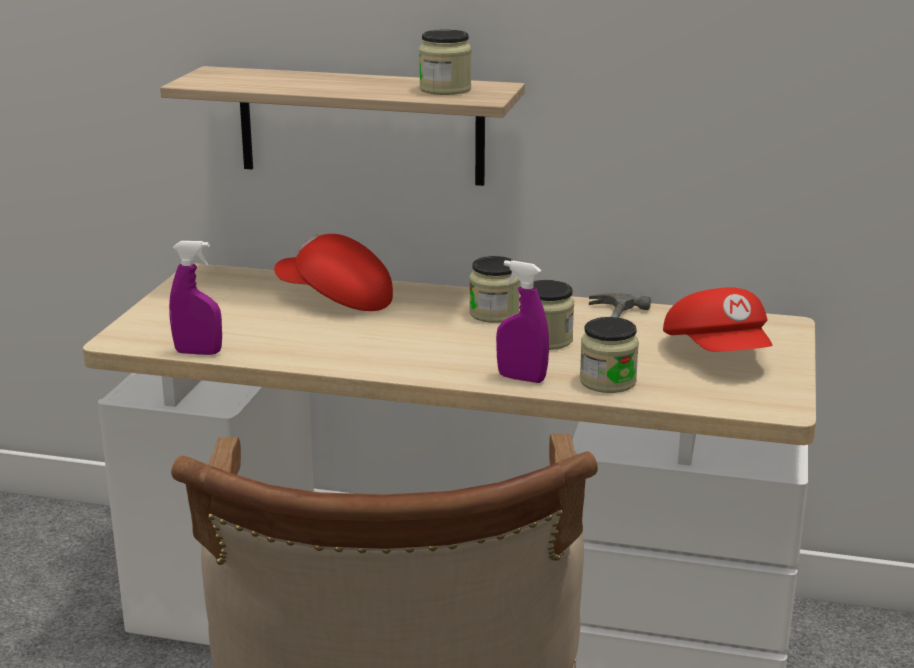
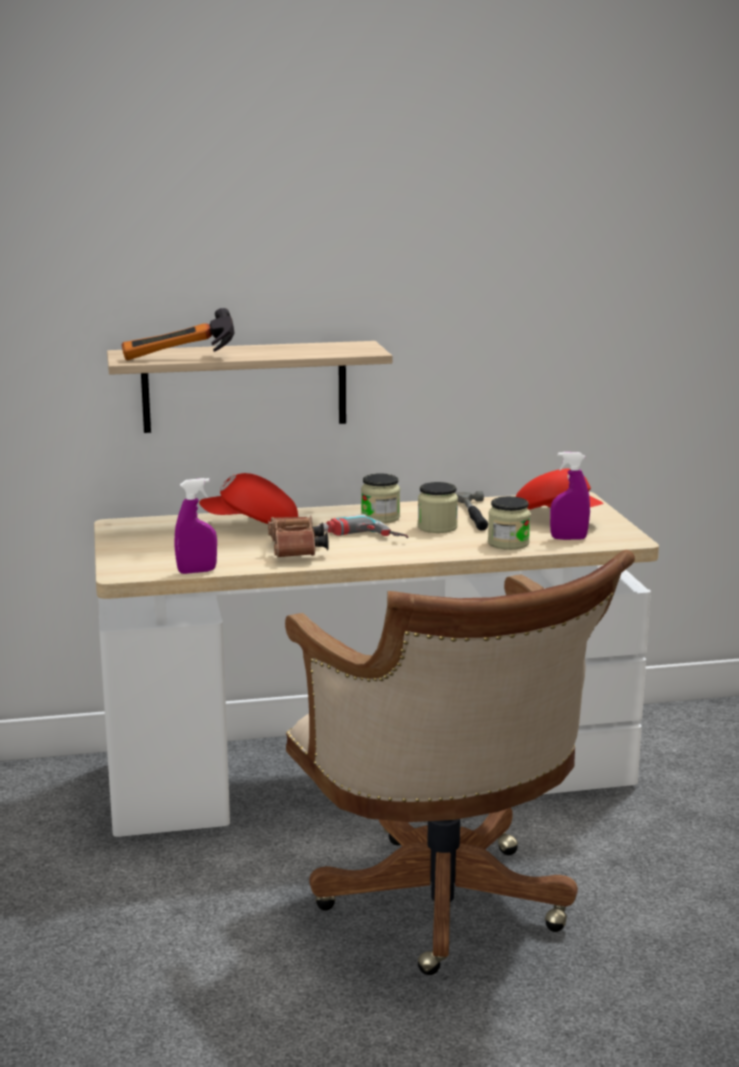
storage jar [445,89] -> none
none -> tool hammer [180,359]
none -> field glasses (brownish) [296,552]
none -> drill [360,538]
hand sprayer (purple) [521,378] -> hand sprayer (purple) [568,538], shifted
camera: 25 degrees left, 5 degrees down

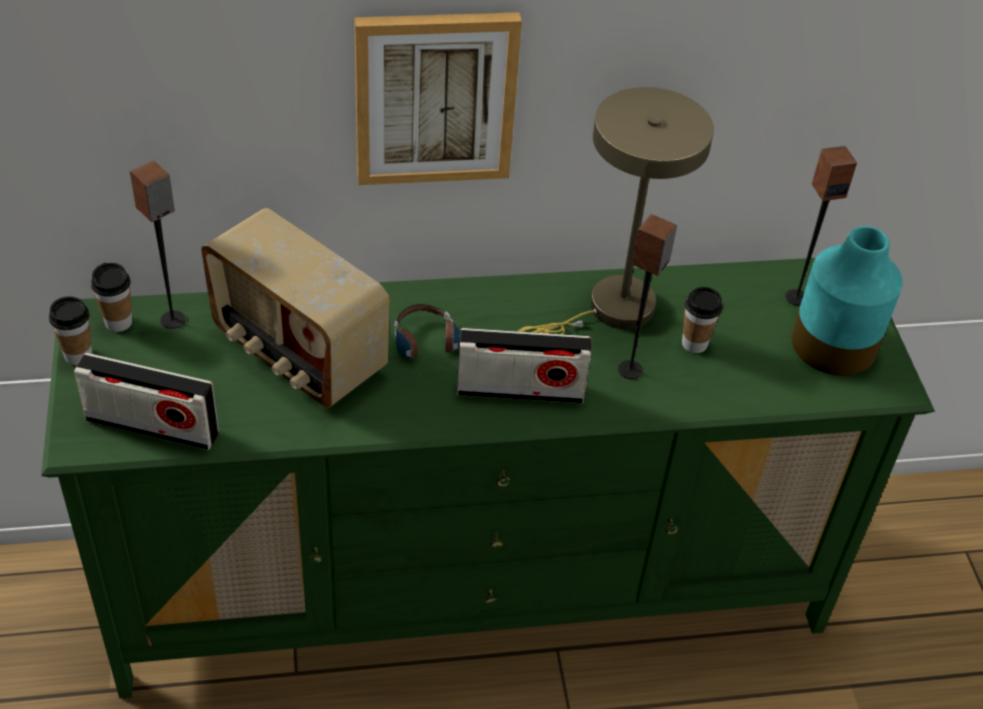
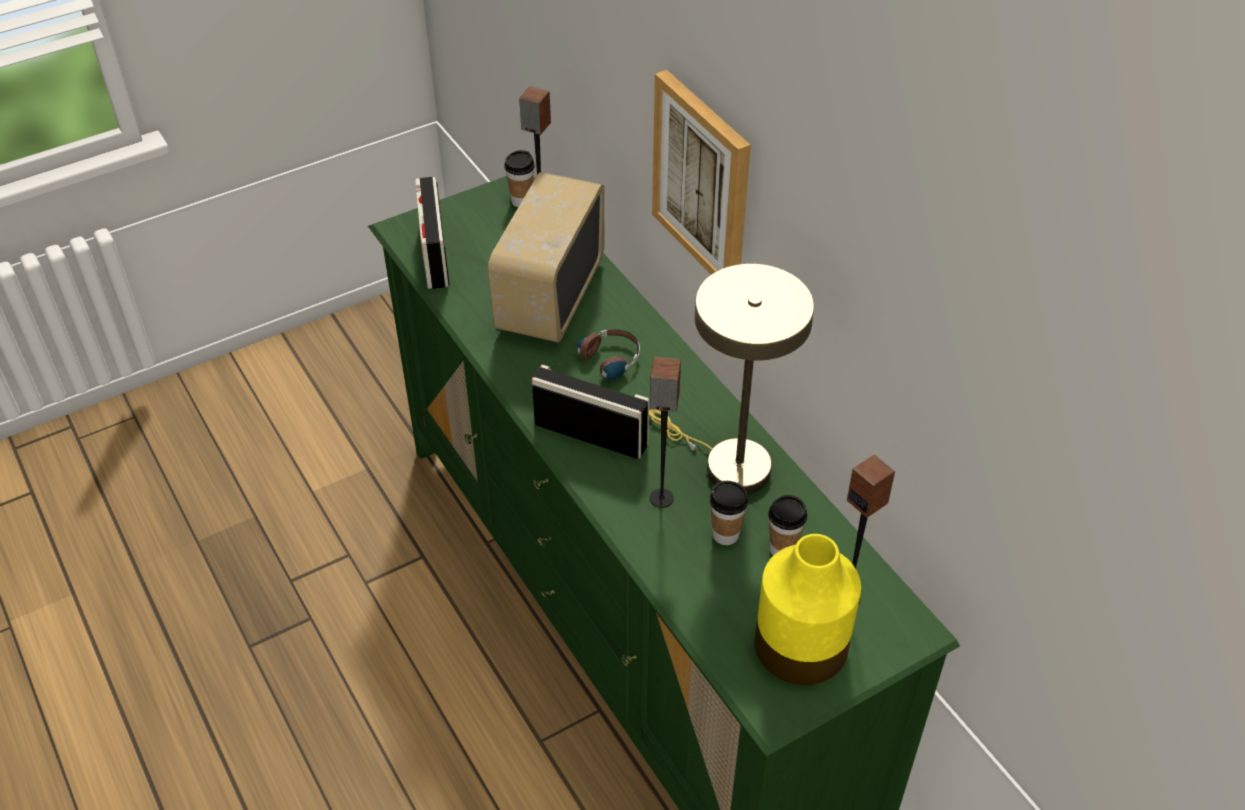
drinking cup [78,355] -> drinking cup [783,549], shifted
vase (turquoise-coloured) [833,343] -> vase (yellow-coloured) [802,643]
radio [520,390] -> radio [590,434], 135 degrees clockwise
camera: 70 degrees right, 0 degrees up

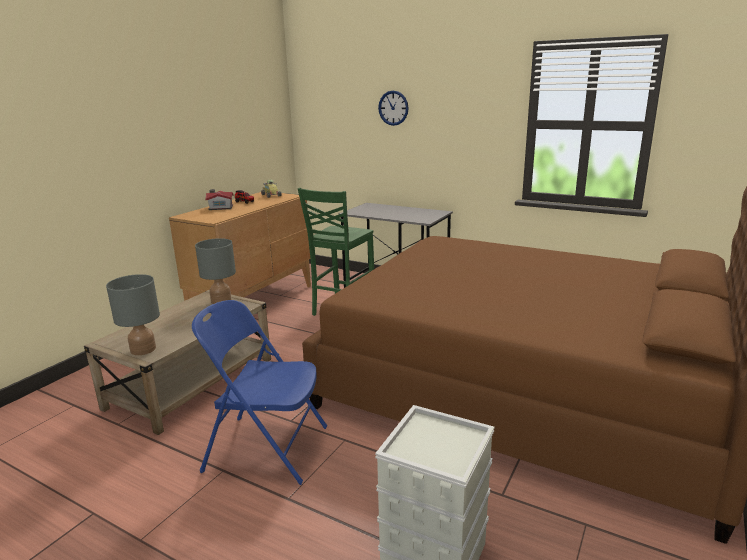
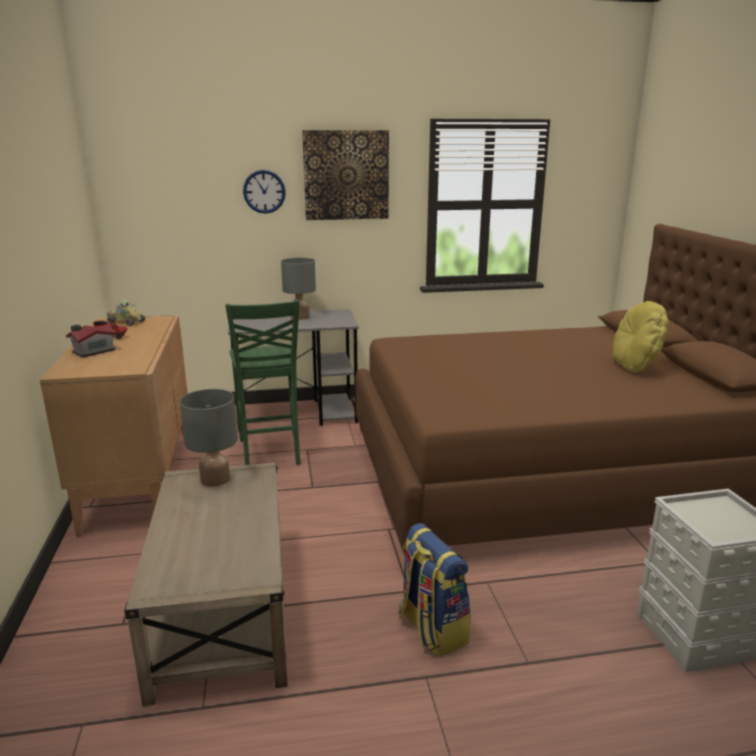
none -> wall art [346,175]
none -> cushion (yellow-coloured) [634,367]
lamp for a table (gray) [143,349] -> lamp for a table (gray) [300,317], shifted
chair (bluish) [267,448] -> rucksack [431,629]
camera: 40 degrees left, 0 degrees up

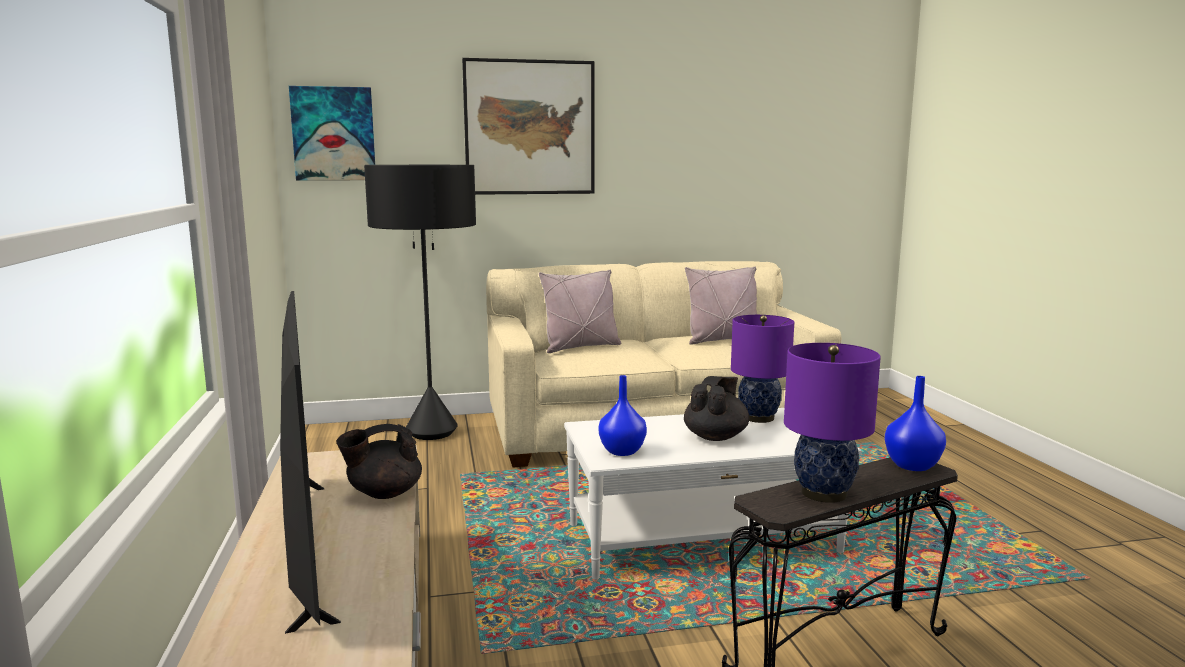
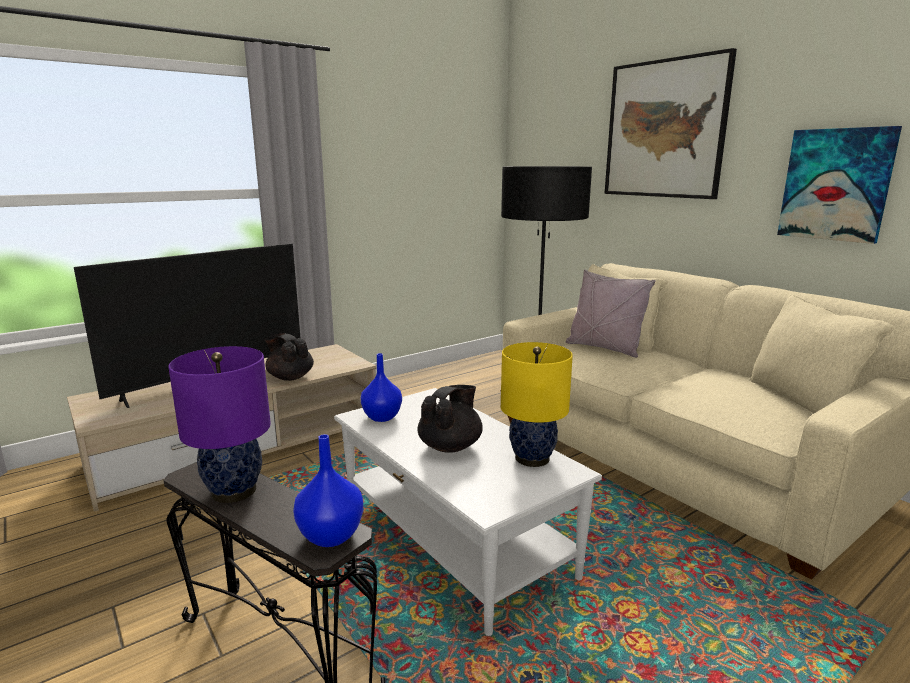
cushion (purple) [723,340] -> none
wall art [333,134] -> wall art [836,184], shifted
lamp for a table (purple) [758,417] -> lamp for a table (yellow-coloured) [532,458]
teapot (blackish) [716,437] -> teapot (blackish) [450,446], 60 degrees counterclockwise
camera: 65 degrees right, 5 degrees up

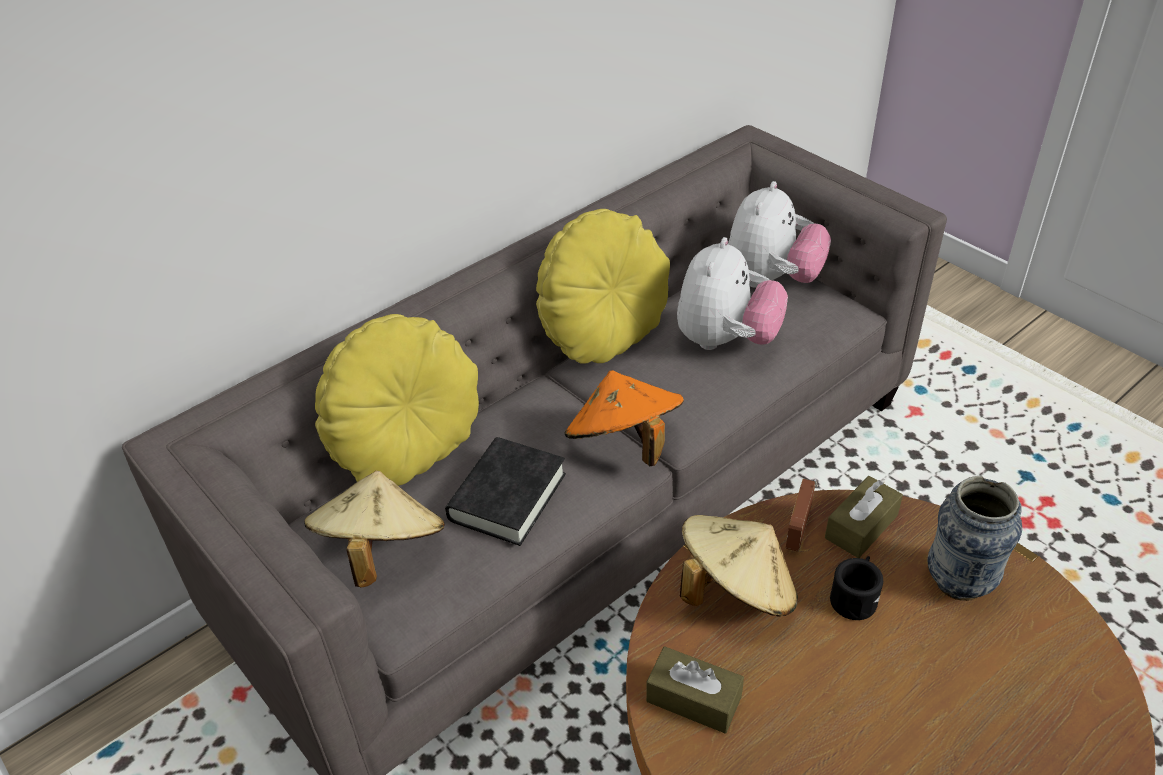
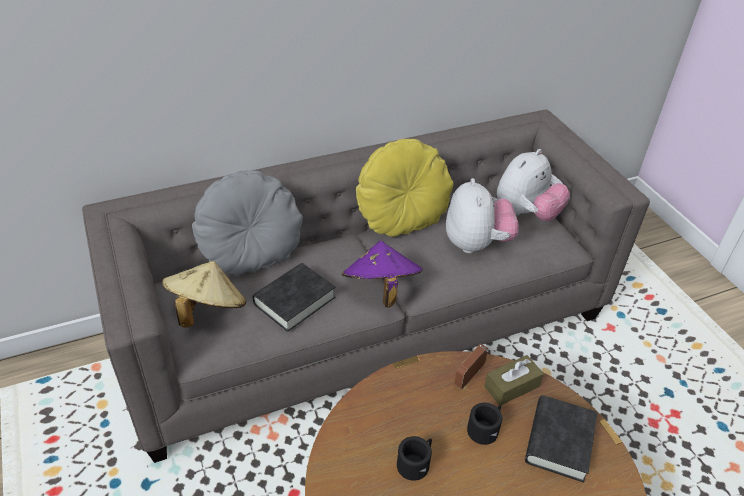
box of tissues (brownish) [693,699] -> none
wearable hat (beige-coloured) [735,590] -> none
none -> mug (blackish) [415,463]
vase [959,582] -> bound book (blackish) [559,441]
cushion (yellow-coloured) [410,453] -> cushion (gray) [252,258]
wearable hat (orange) [624,444] -> wearable hat (purple) [380,290]
plush toy [726,340] -> plush toy [476,244], 45 degrees counterclockwise
camera: 15 degrees right, 0 degrees up

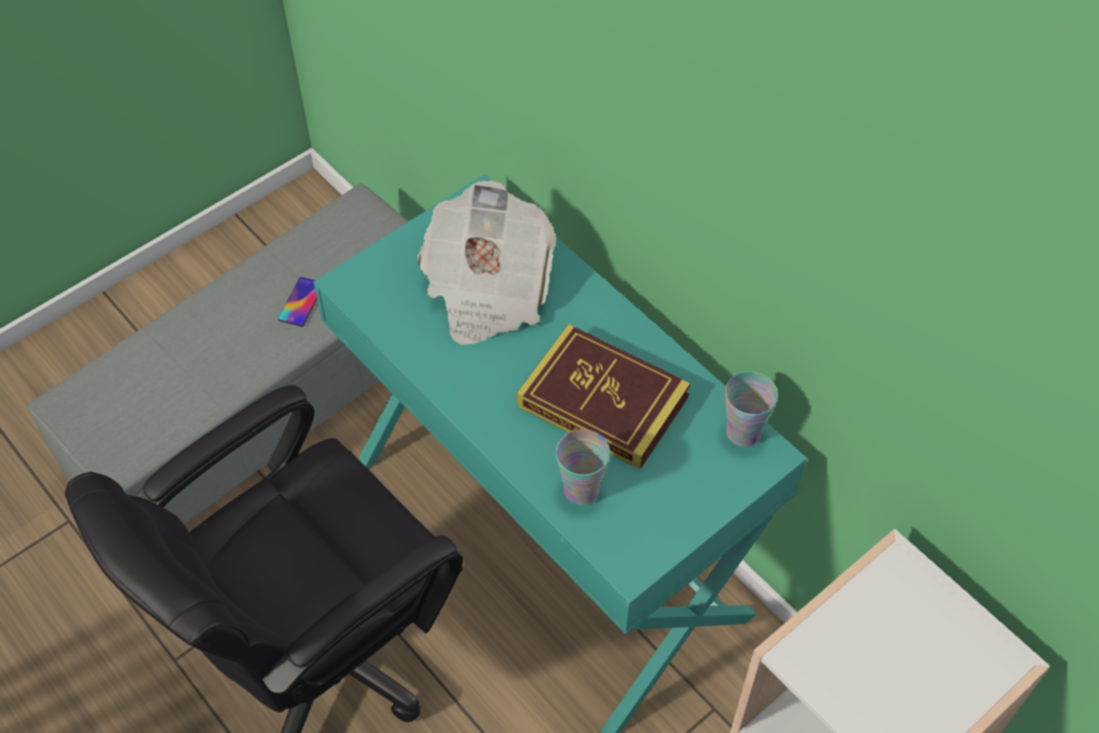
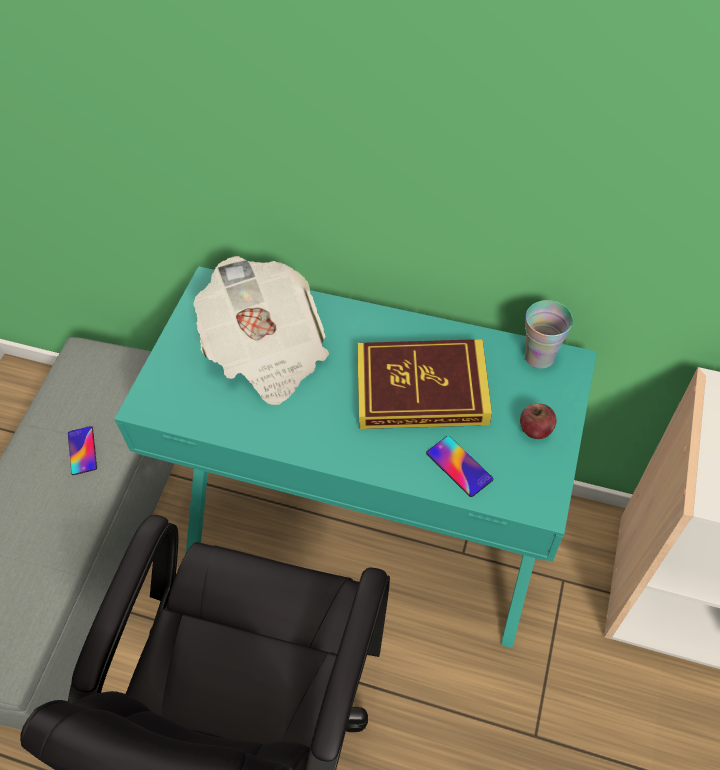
none -> whole apple [535,429]
drinking cup [581,490] -> phone [459,466]
camera: 30 degrees left, 0 degrees up

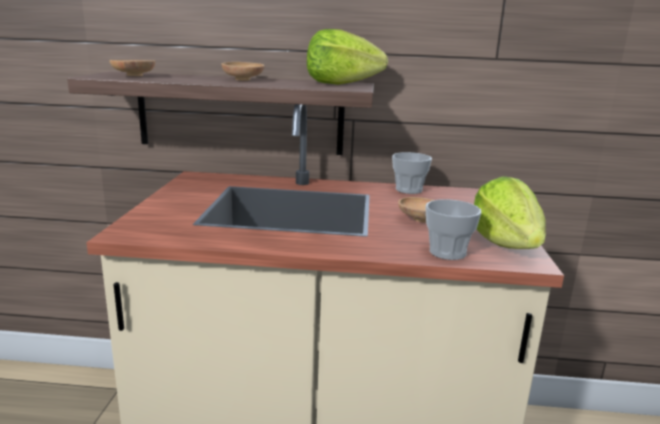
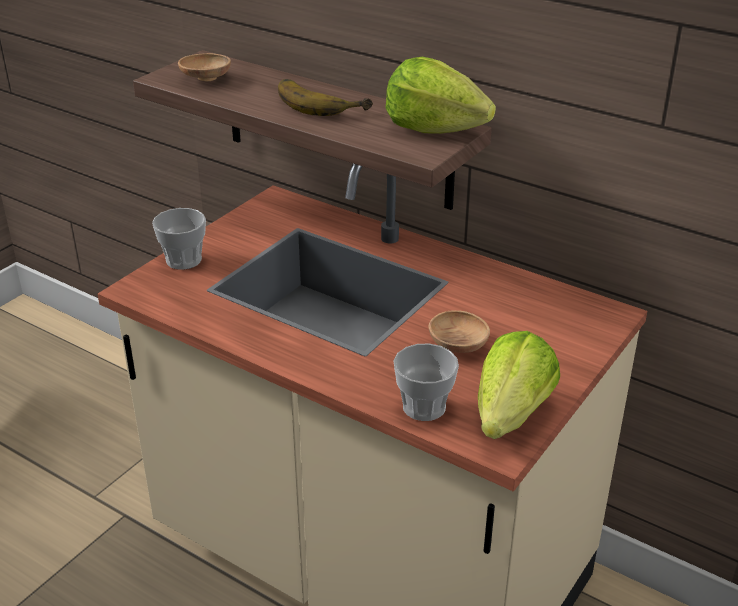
drinking cup [409,190] -> drinking cup [183,260], shifted
bowl (brownish) [243,80] -> whole banana [321,102]
camera: 30 degrees right, 15 degrees up

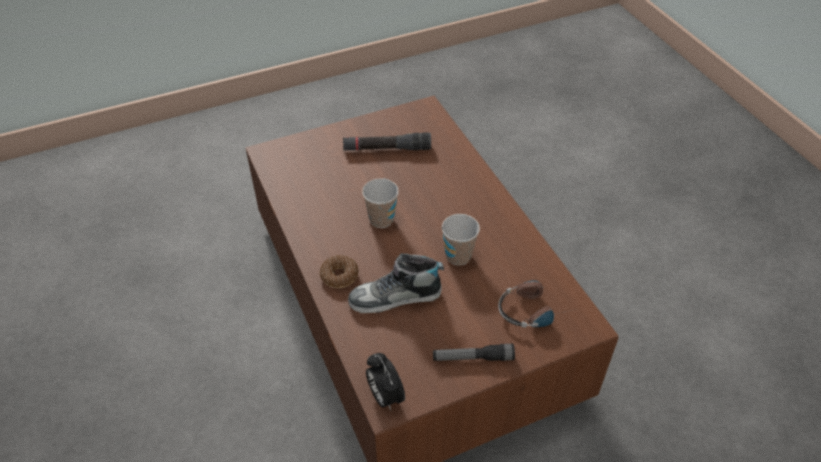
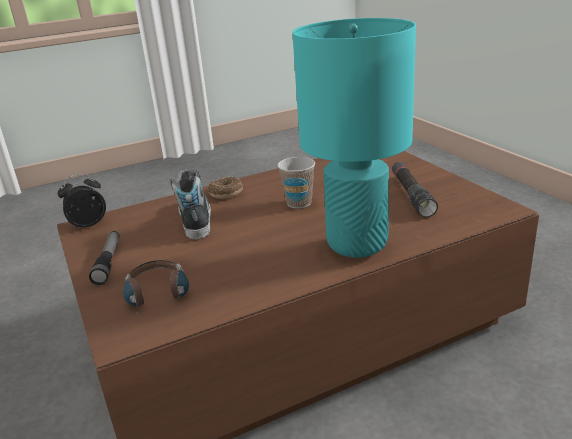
drinking cup [458,256] -> none
none -> lamp for a table (turquoise-coloured) [358,248]
camera: 90 degrees right, 20 degrees down

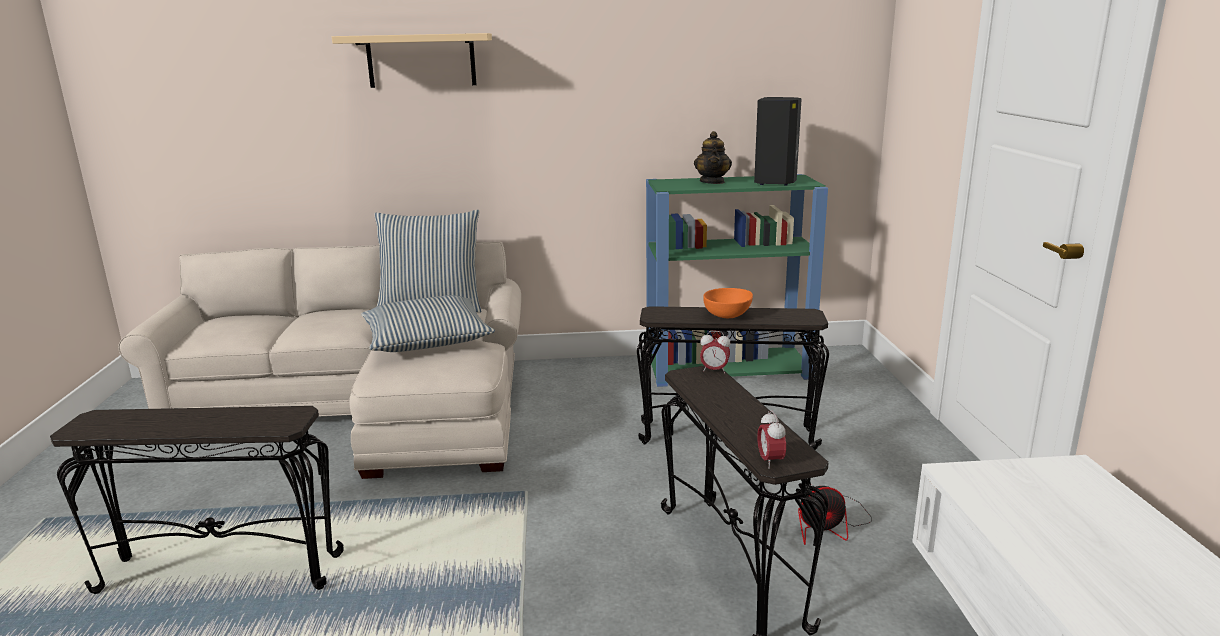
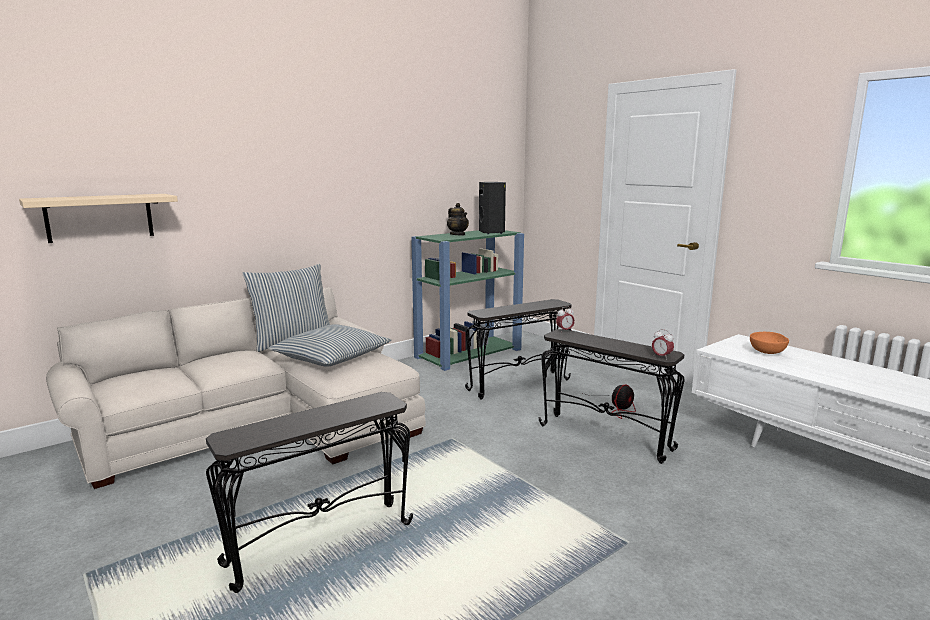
shelf (beige-coloured) [421,60] -> shelf (beige-coloured) [100,217], shifted
bowl (orange) [728,316] -> bowl (orange) [768,352], shifted
camera: 35 degrees left, 5 degrees down

